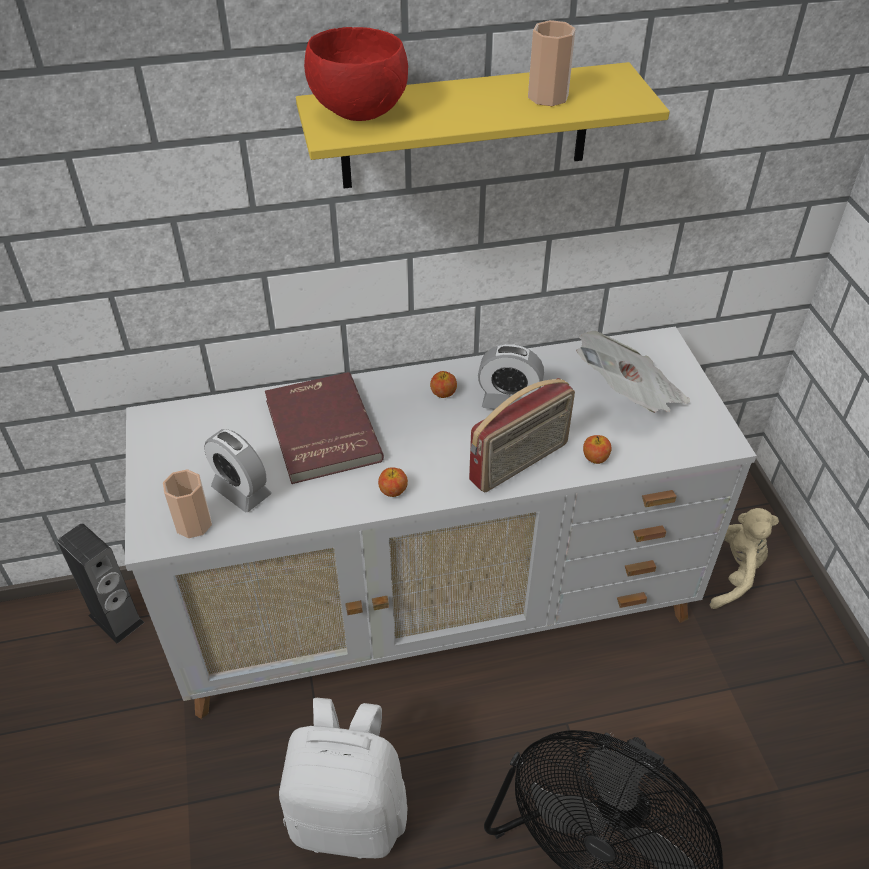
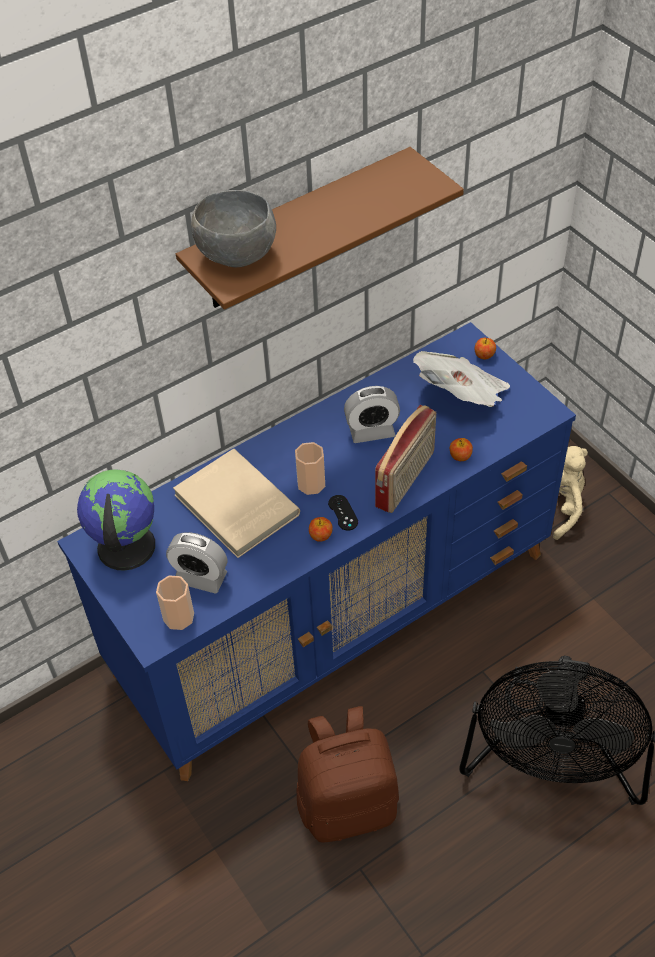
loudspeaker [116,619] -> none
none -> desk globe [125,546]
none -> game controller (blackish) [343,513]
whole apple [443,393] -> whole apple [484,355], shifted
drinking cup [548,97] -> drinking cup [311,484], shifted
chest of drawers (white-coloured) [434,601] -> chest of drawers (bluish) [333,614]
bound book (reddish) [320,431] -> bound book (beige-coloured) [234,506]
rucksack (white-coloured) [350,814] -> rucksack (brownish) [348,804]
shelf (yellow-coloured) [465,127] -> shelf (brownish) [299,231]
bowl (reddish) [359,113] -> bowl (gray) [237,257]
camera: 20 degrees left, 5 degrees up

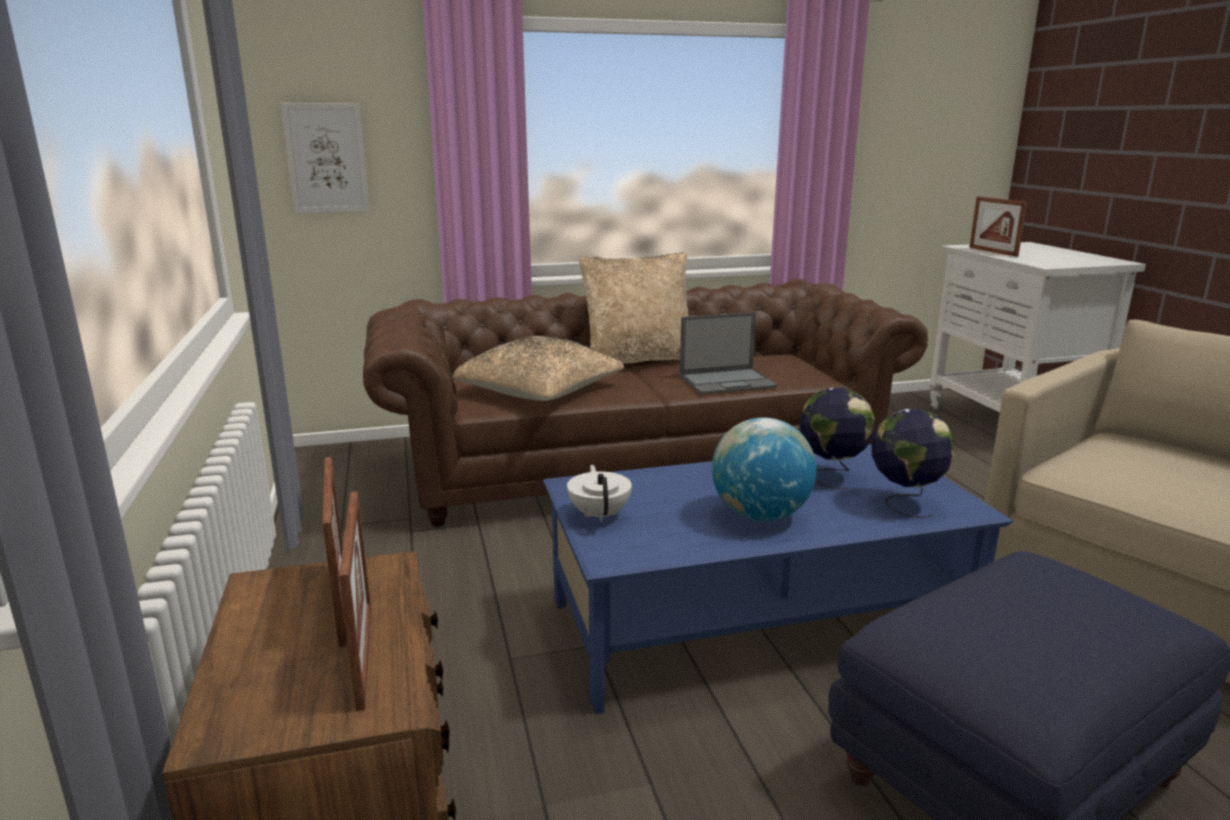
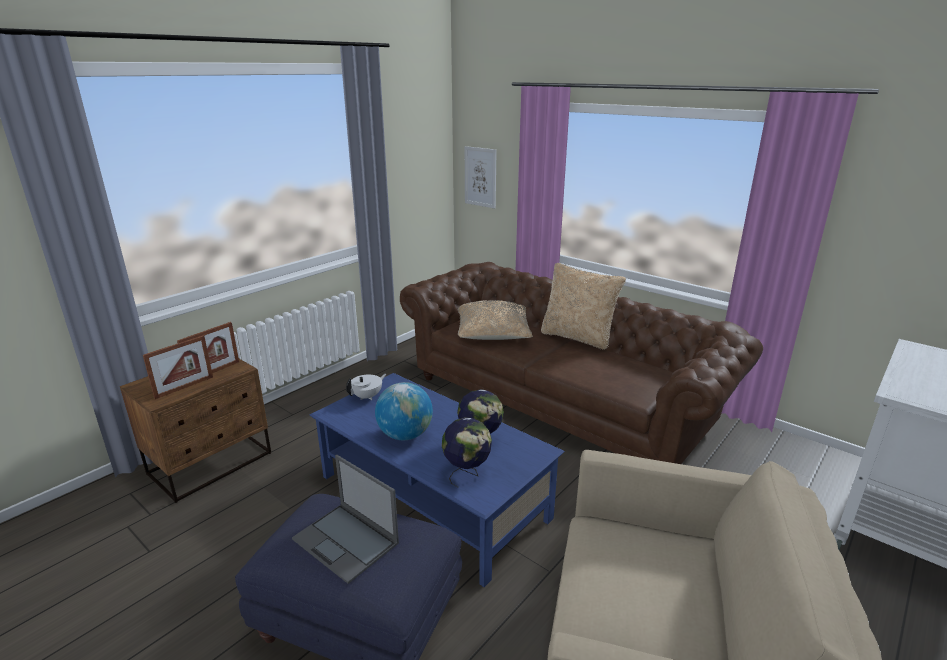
standing frame [993,252] -> none
portable computer [728,381] -> portable computer [346,541], shifted
camera: 55 degrees right, 5 degrees up

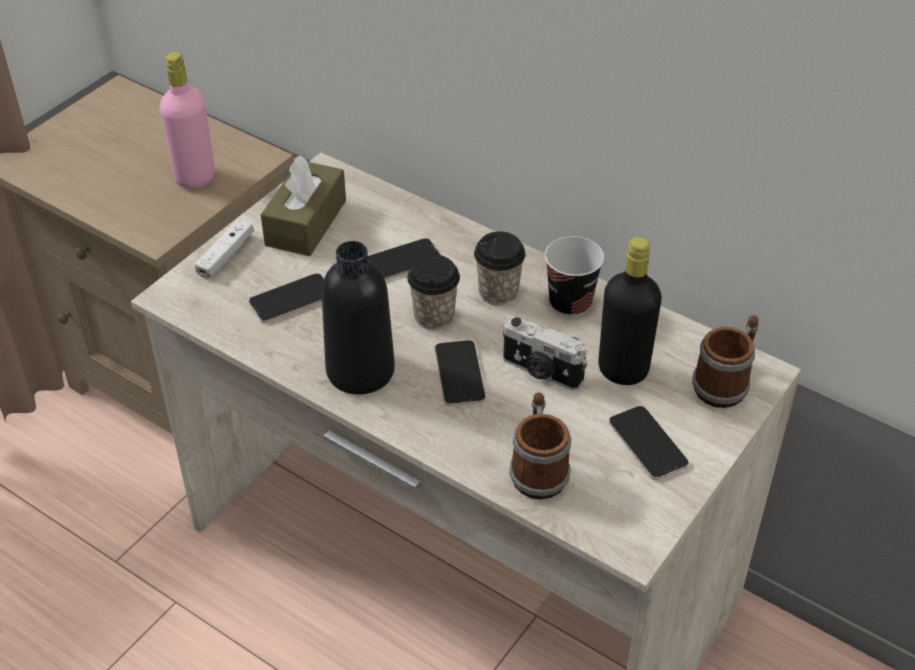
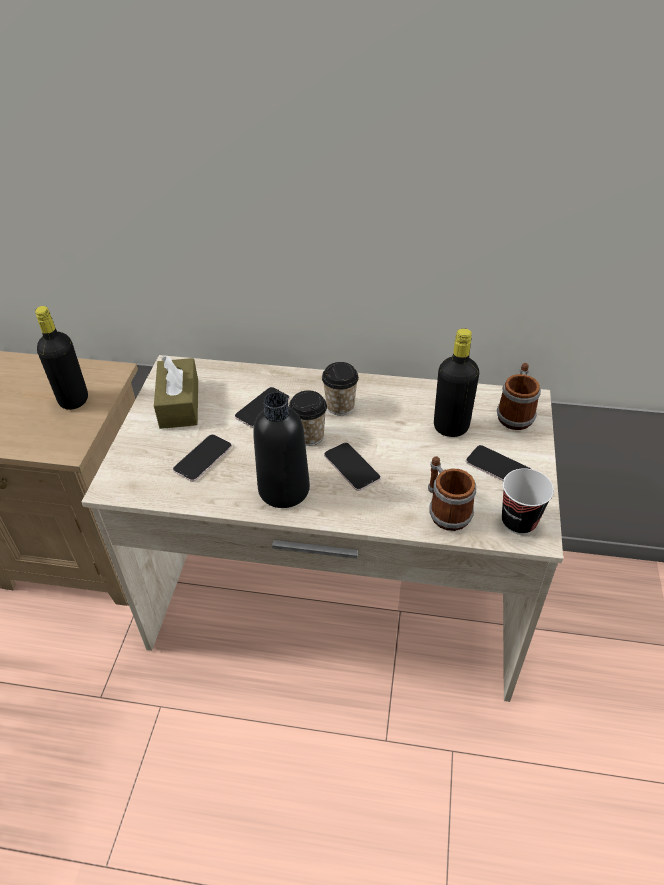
game controller (white-coloured) [225,255] -> none
photo camera [541,372] -> none
drinking cup [570,303] -> drinking cup [519,521], shifted
beverage bottle (pink) [195,177] -> beverage bottle (blackish) [73,400]
camera: 25 degrees left, 0 degrees up

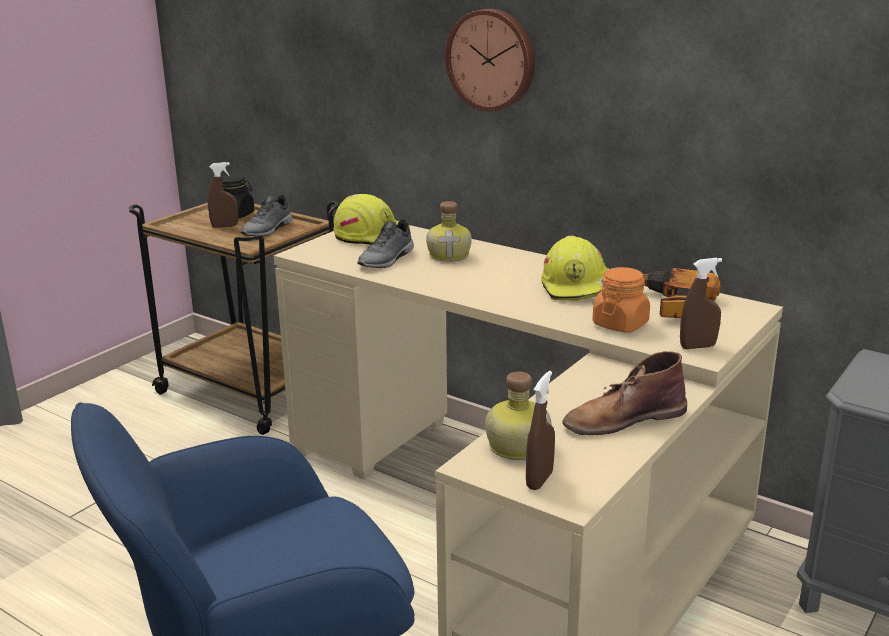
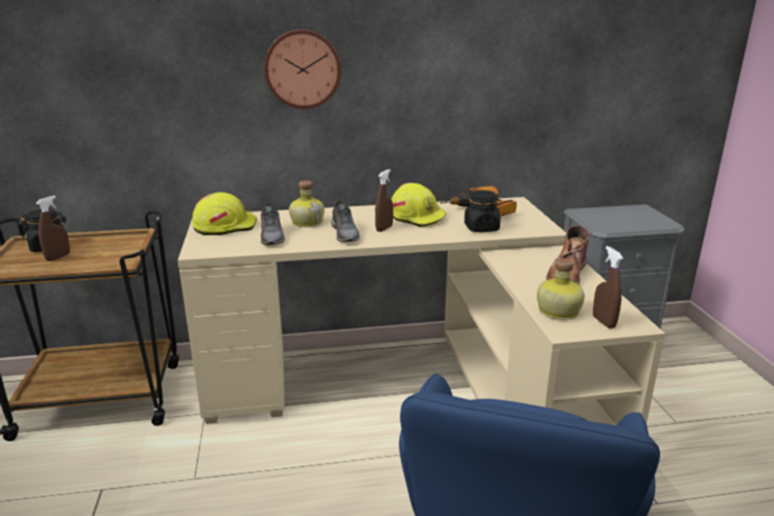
low shoe (gray) [268,230] -> low shoe (gray) [345,234], shifted
hand sprayer (brownish) [698,346] -> hand sprayer (brownish) [384,228], shifted
storage jar (orange) [620,324] -> storage jar (blackish) [481,228]
camera: 45 degrees left, 0 degrees up

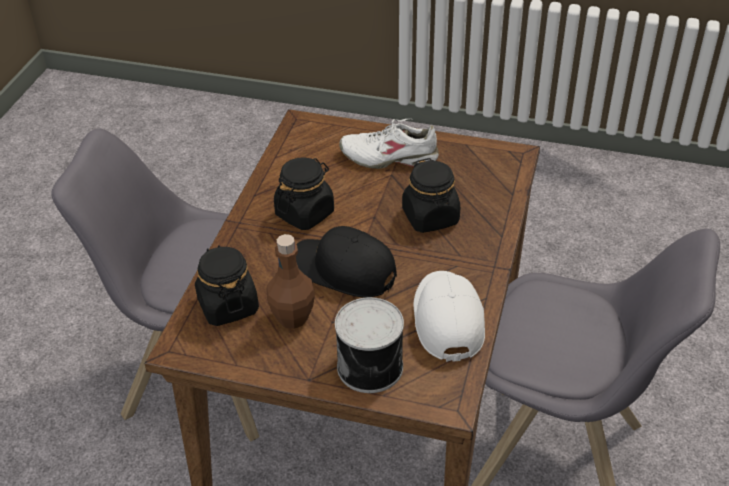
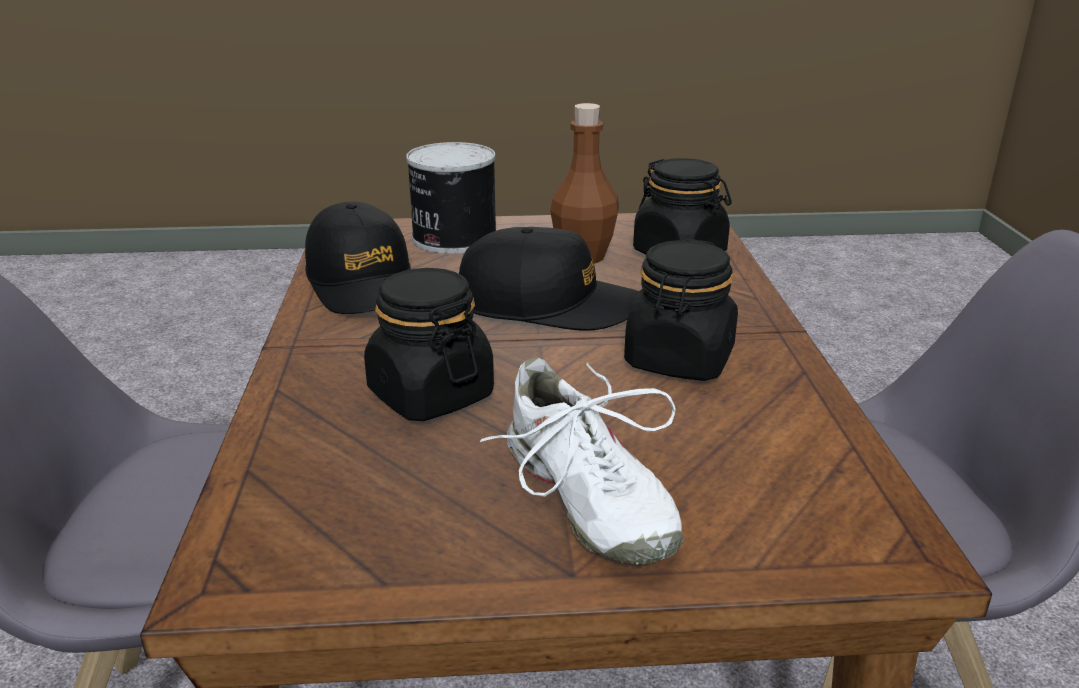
peaked cap (white-coloured) [447,319] -> peaked cap (blackish) [364,283]
low shoe (white-coloured) [389,157] -> low shoe (white-coloured) [585,500], 75 degrees clockwise
camera: 160 degrees right, 15 degrees down

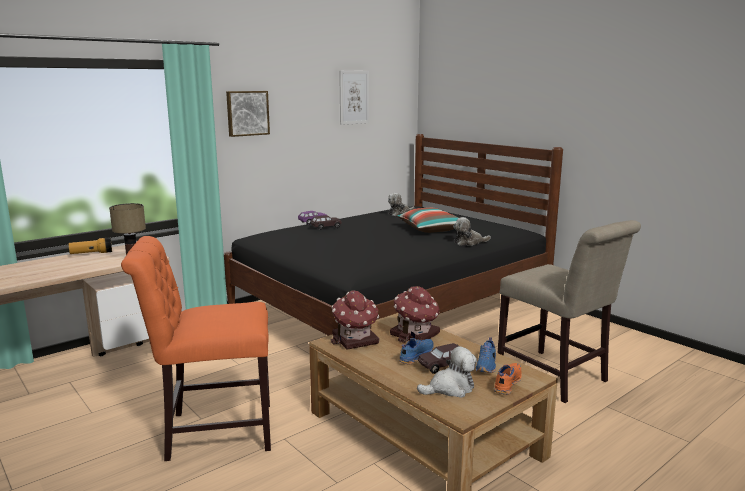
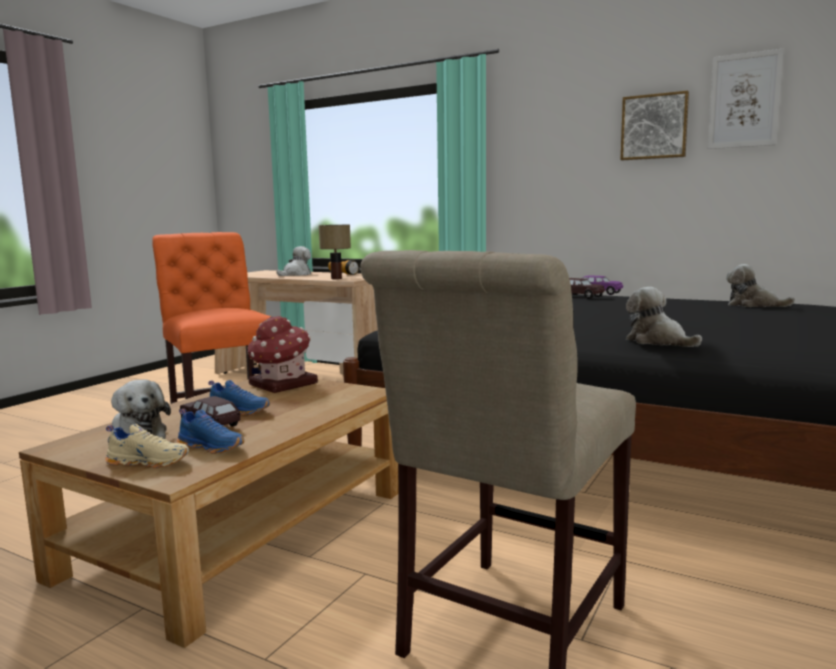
model house [415,334] -> none
cushion [431,229] -> none
none -> plush toy [296,275]
wall art [247,113] -> wall art [654,127], shifted
low shoe (orange) [506,383] -> low shoe (beige-coloured) [149,462]
low shoe (bluish) [487,366] -> low shoe (bluish) [212,447], 150 degrees counterclockwise
camera: 70 degrees right, 5 degrees down

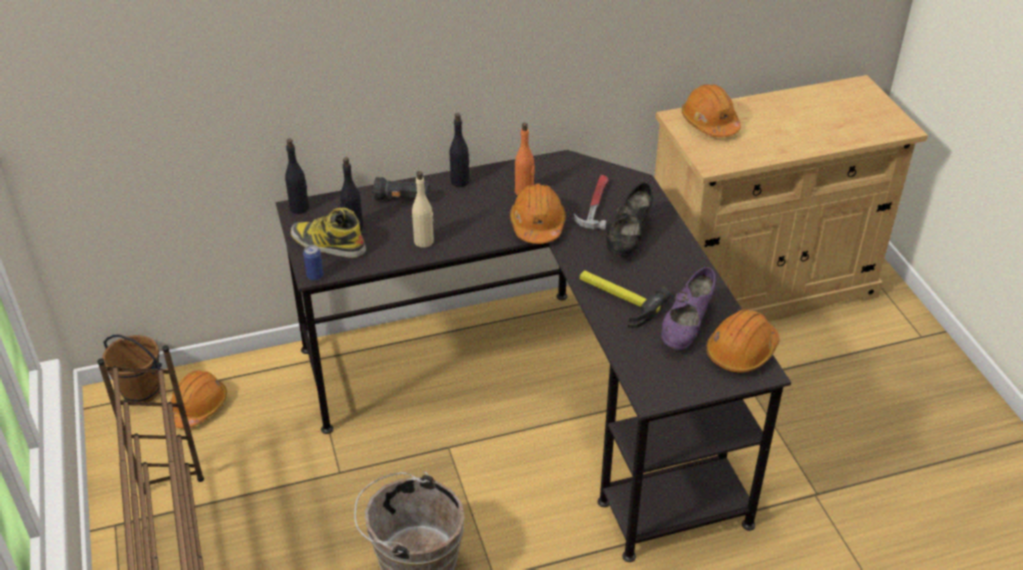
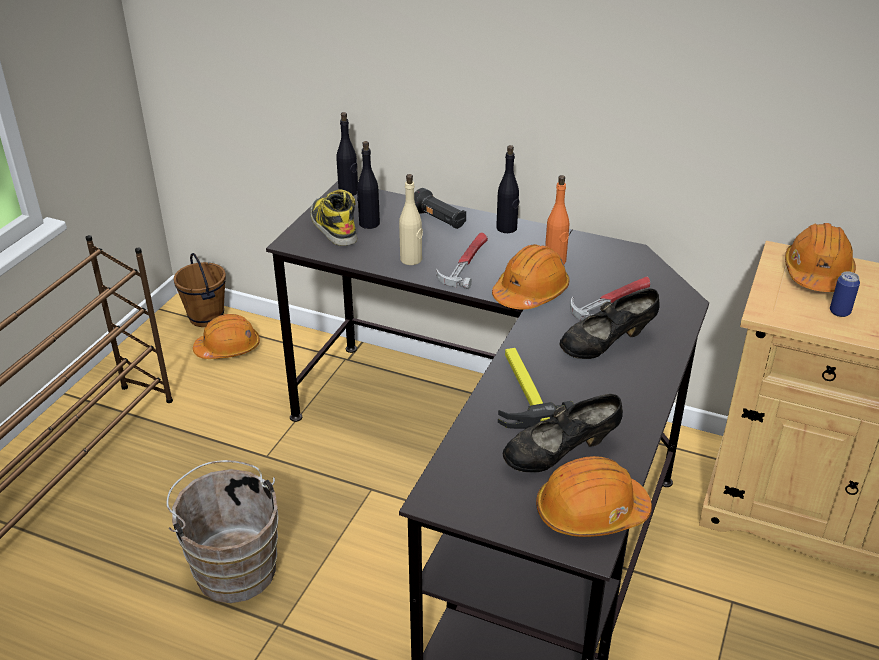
none -> tool hammer [465,262]
can [315,276] -> can [839,312], shifted
low shoe (purple) [686,327] -> low shoe (blackish) [560,455]
camera: 40 degrees right, 5 degrees down

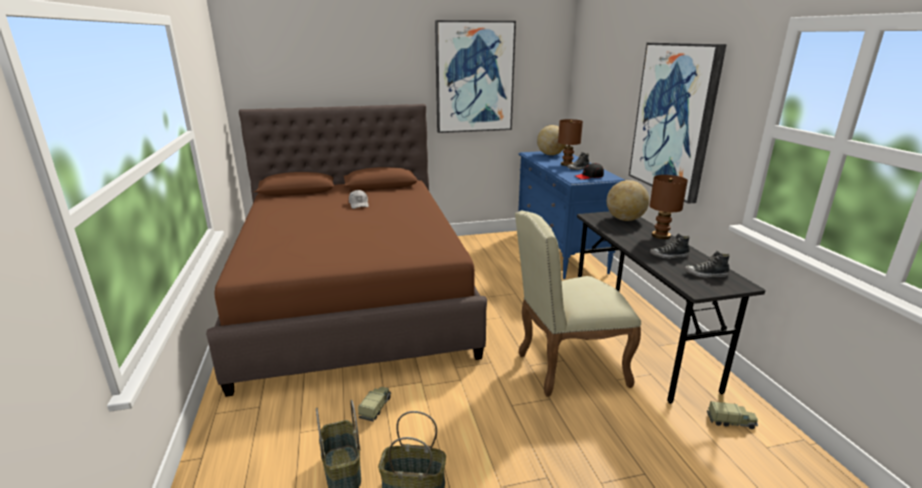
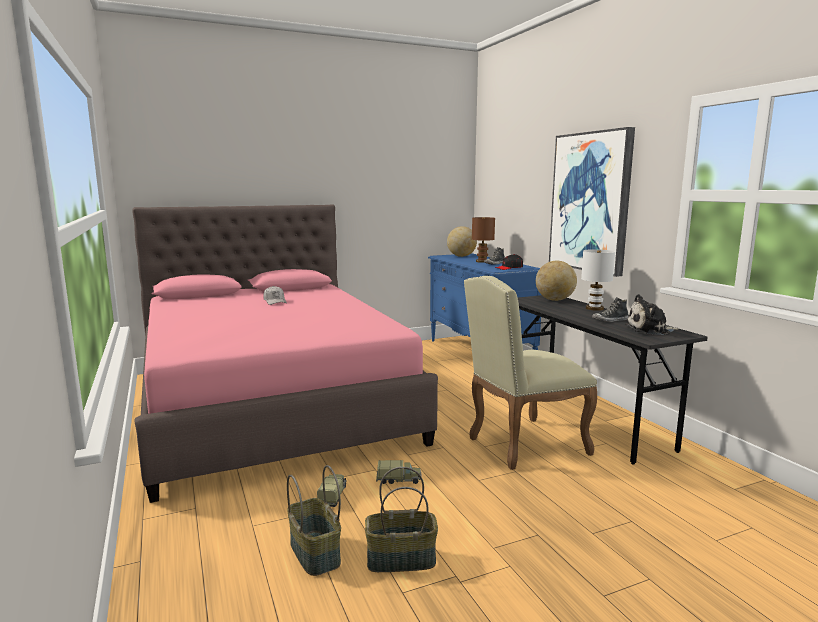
wall art [474,77] -> none
model truck [731,422] -> model truck [399,480], shifted
low shoe [706,274] -> plush toy [650,330]
bed (brownish) [353,297] -> bed (pink) [271,404]
lamp for a table (brownish) [660,235] -> lamp for a table (white-coloured) [594,308]
camera: 10 degrees left, 10 degrees down

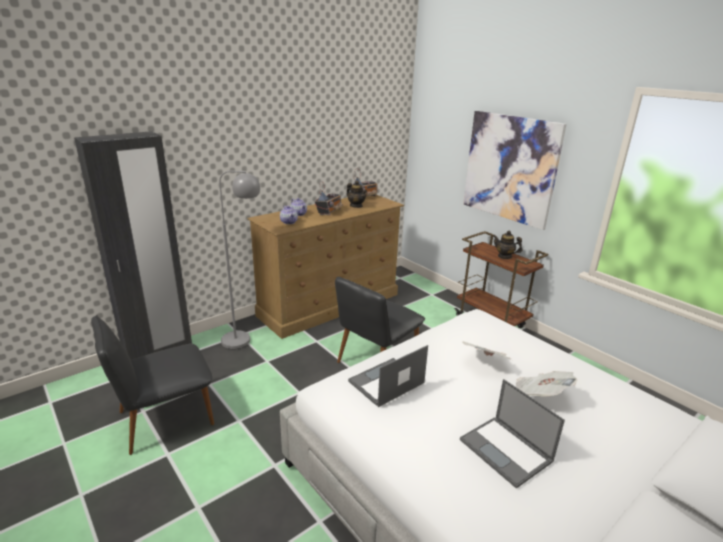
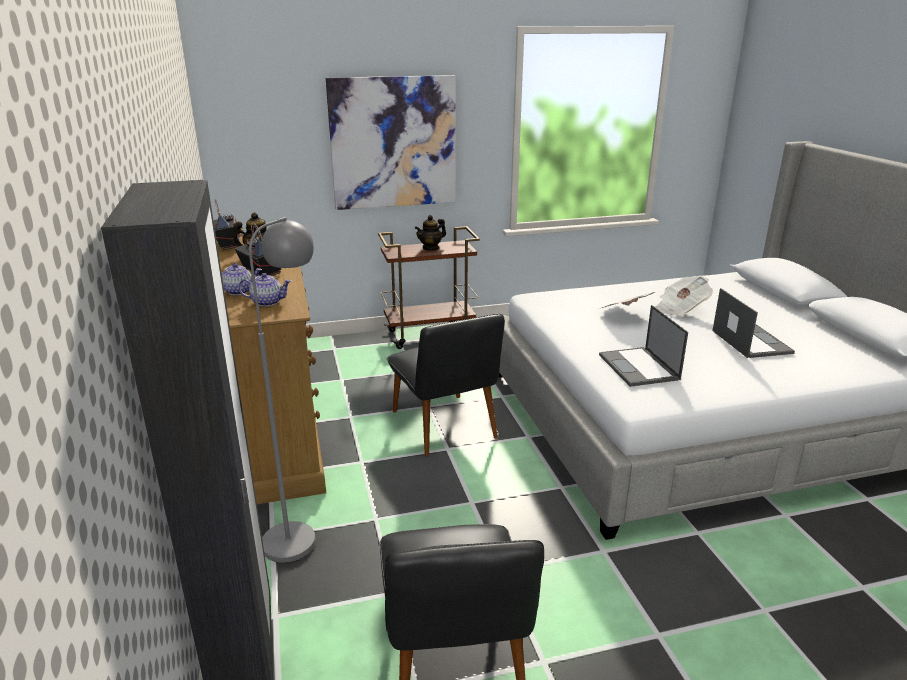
portable computer [506,451] -> portable computer [750,341], 90 degrees counterclockwise
camera: 65 degrees left, 0 degrees up

